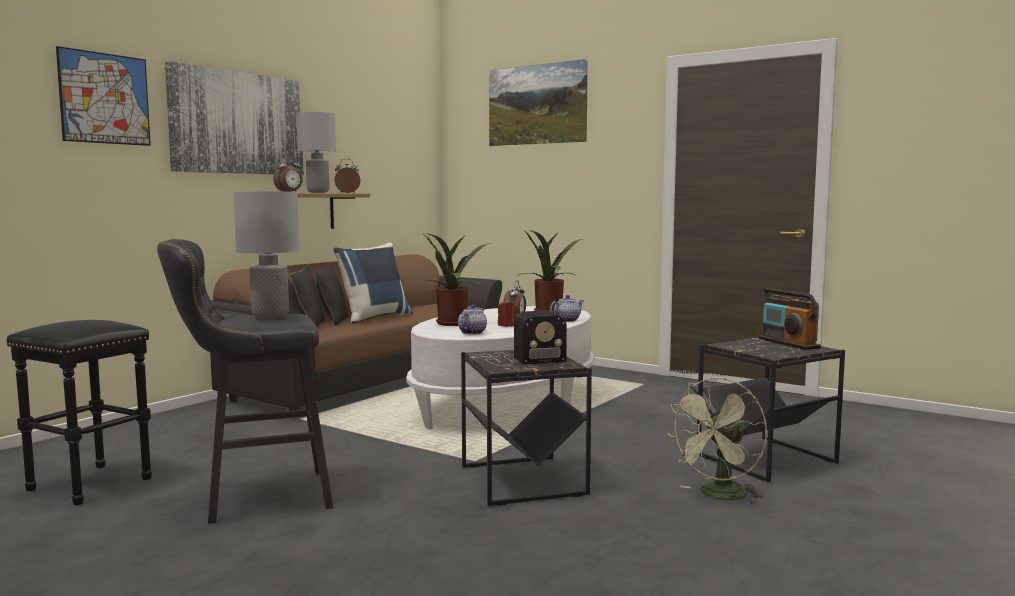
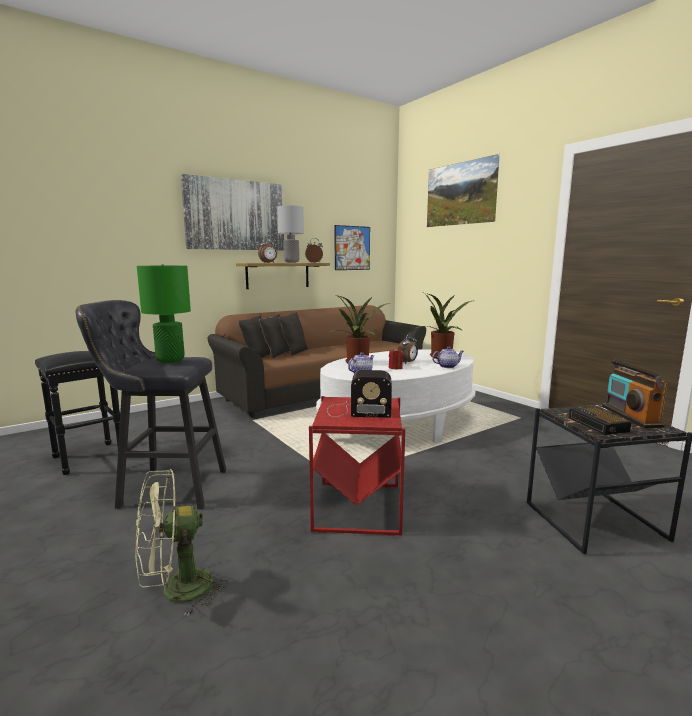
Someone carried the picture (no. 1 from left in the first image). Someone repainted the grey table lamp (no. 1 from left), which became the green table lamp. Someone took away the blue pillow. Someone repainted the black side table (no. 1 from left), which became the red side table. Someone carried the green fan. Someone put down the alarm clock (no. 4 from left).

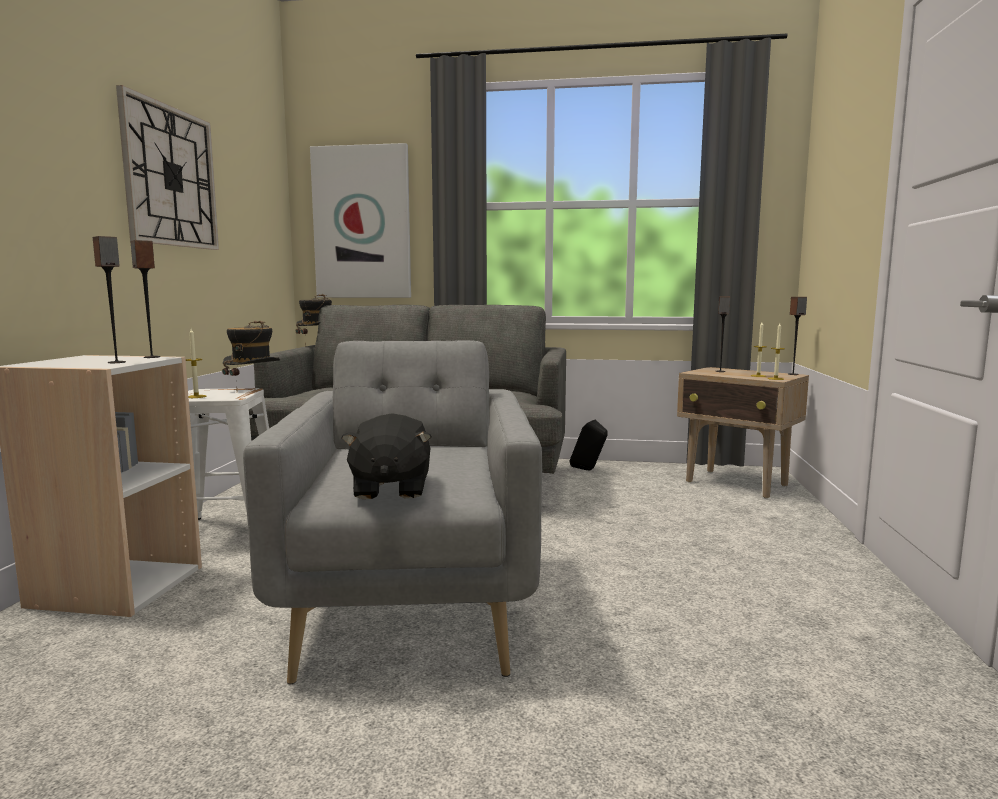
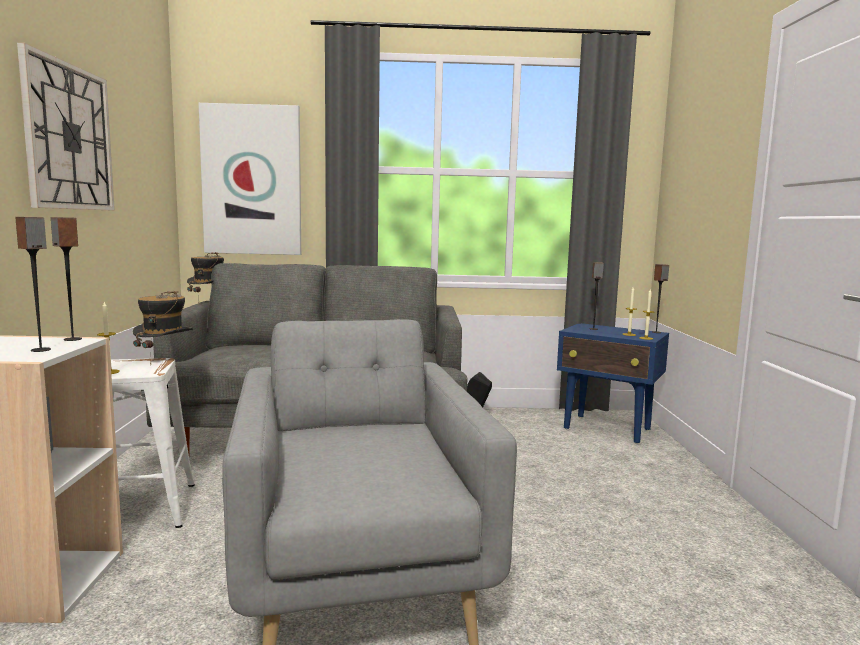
Someone took away the black plush toy. Someone repainted the beige side table, which became the blue side table.

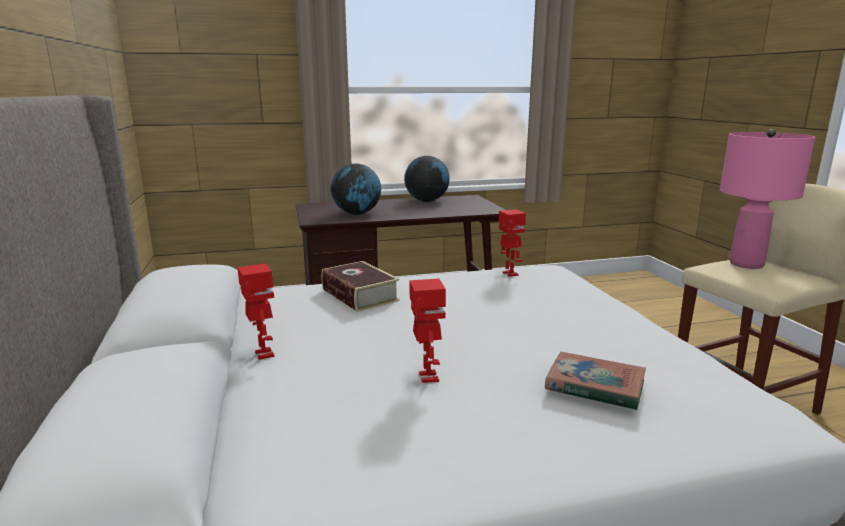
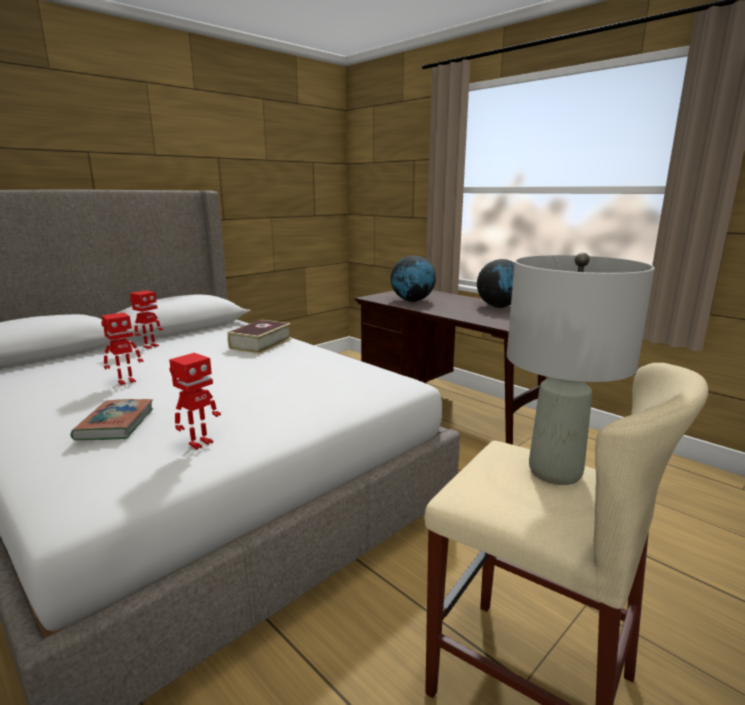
Someone carried the toy robot (no. 3 from left). Someone repainted the pink table lamp, which became the grey table lamp.

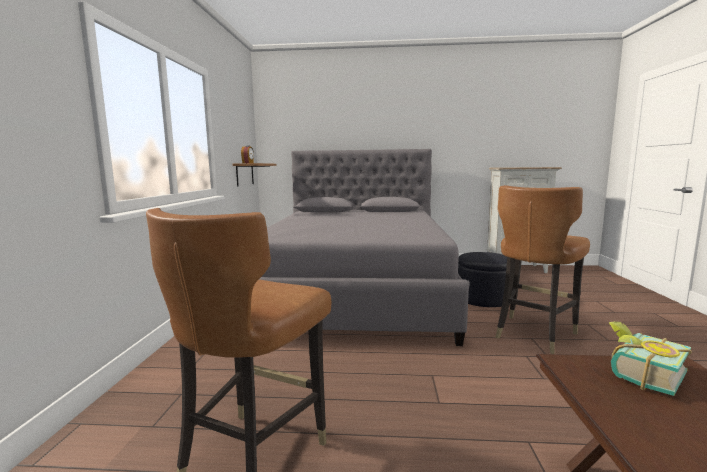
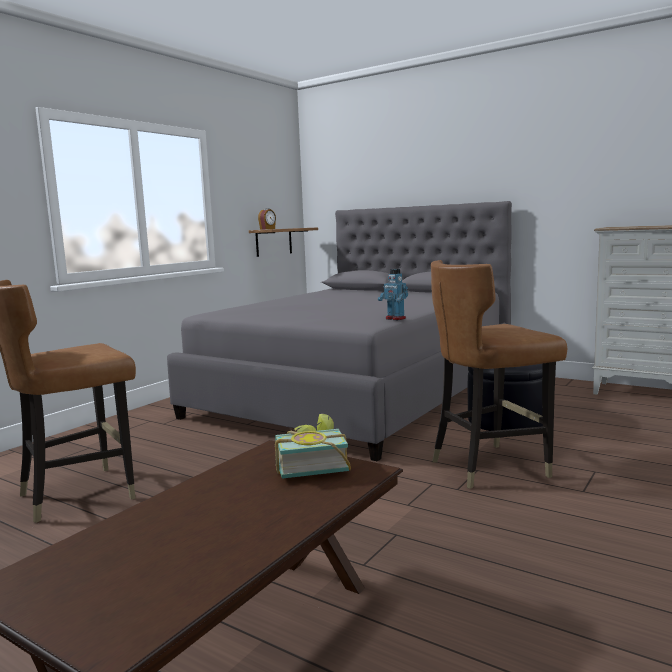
Someone put down the toy robot.

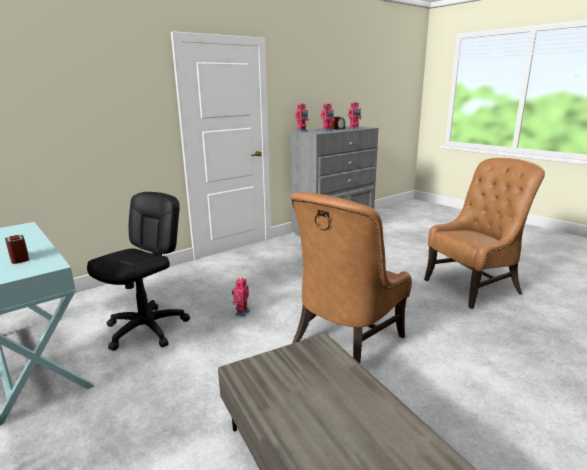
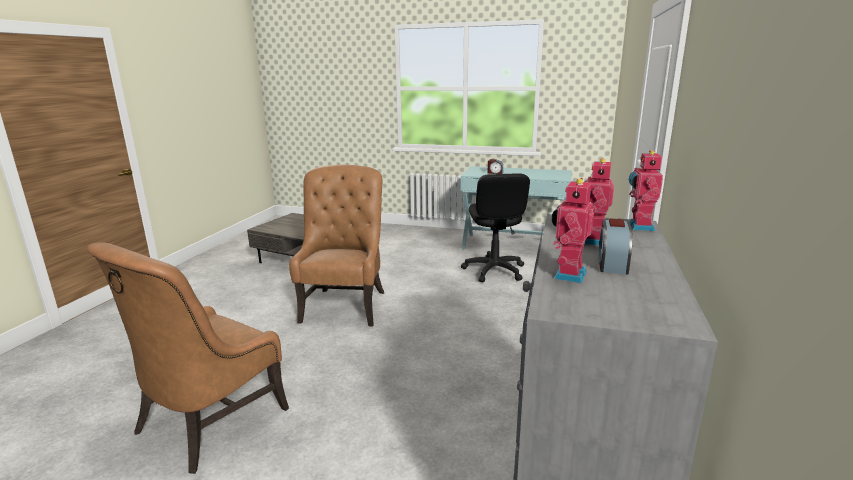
Someone took away the toy robot (no. 1 from left).

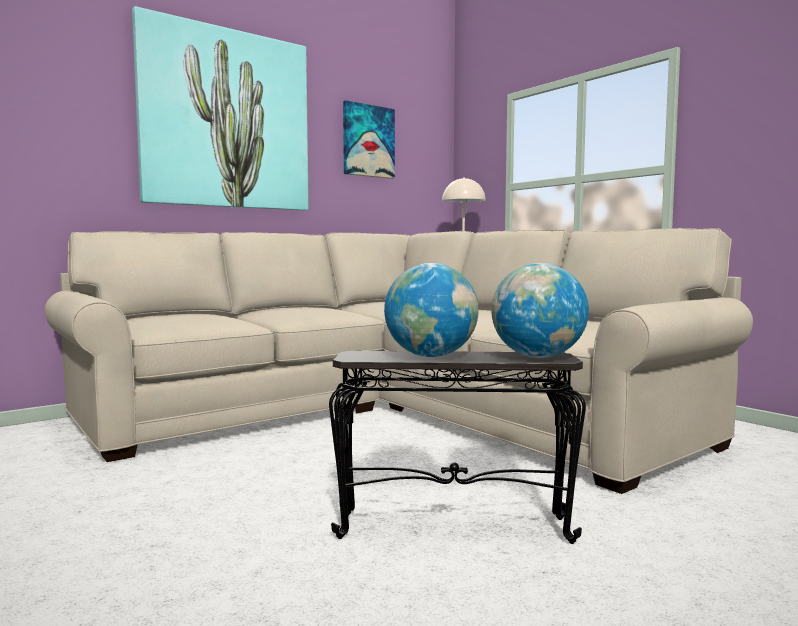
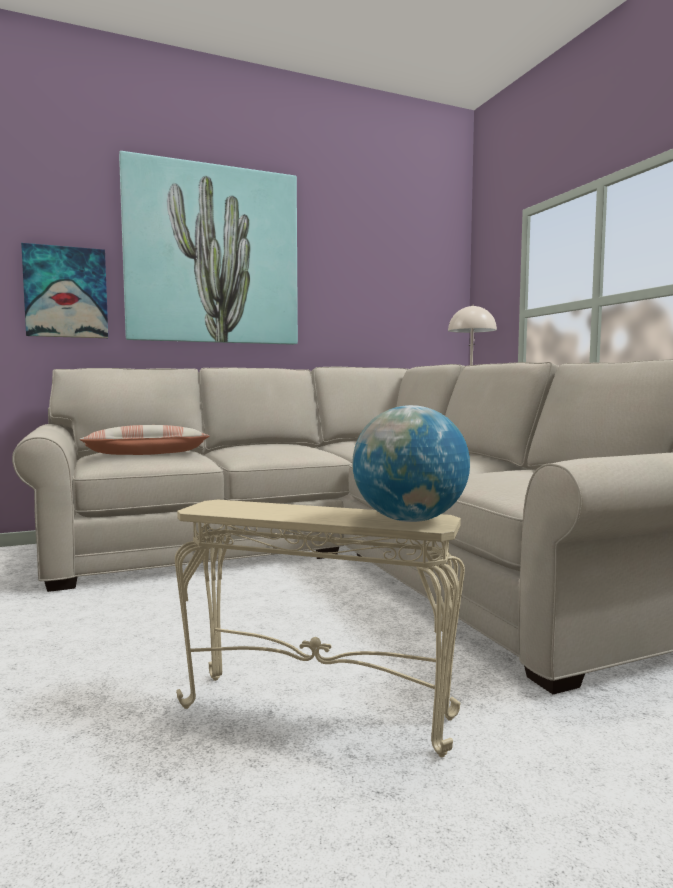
Someone repainted the black side table, which became the beige side table. Someone carried the picture (no. 2 from left in the first image). Someone took away the globe (no. 1 from left). Someone put down the pillow.

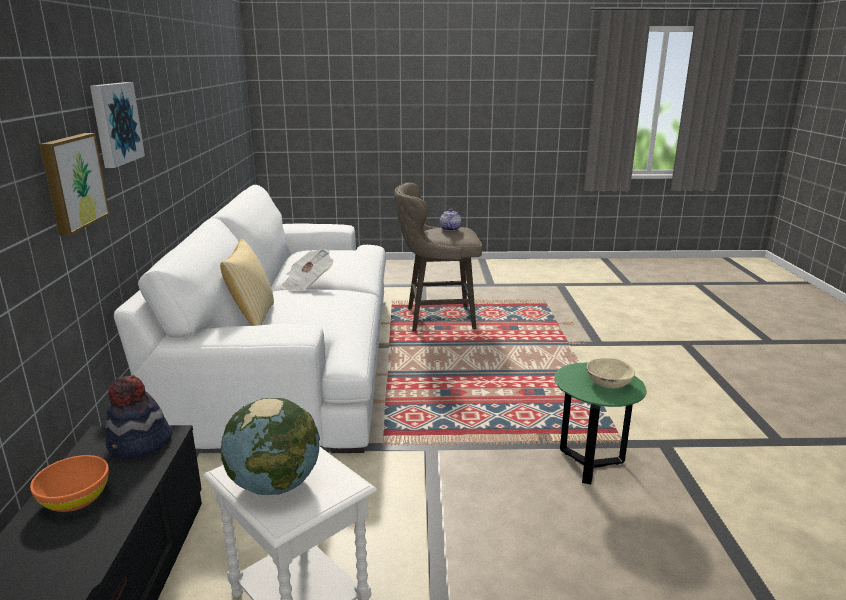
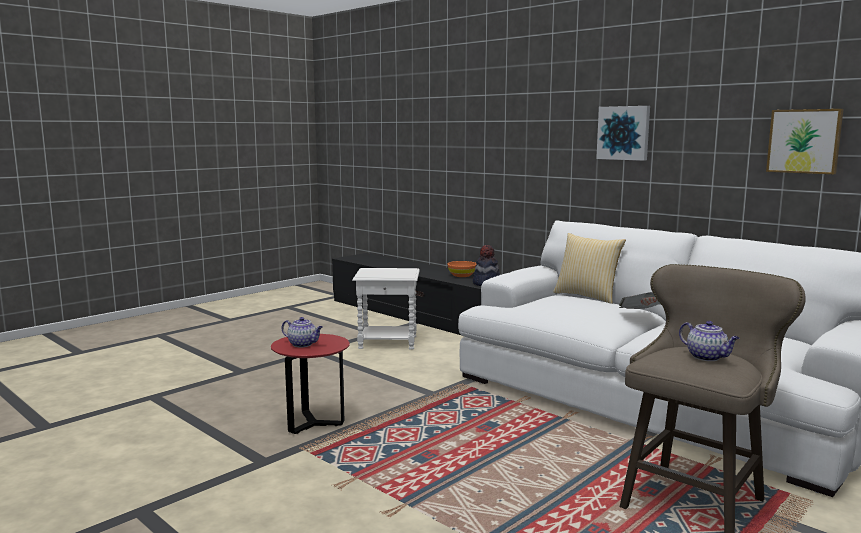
Someone carried the picture (no. 1 from left in the first image). Someone took away the globe. Someone repainted the green side table, which became the red side table. Someone swapped the beige bowl for the teapot (no. 1 from left).

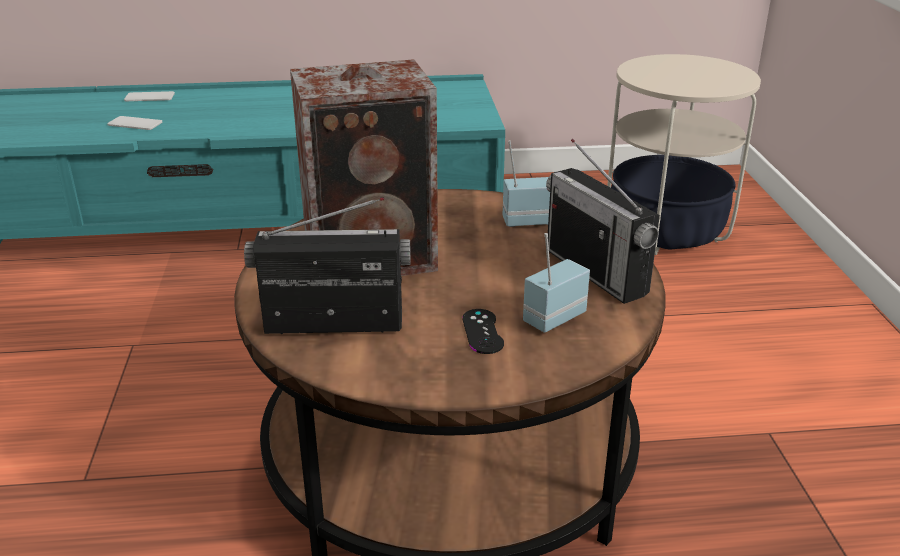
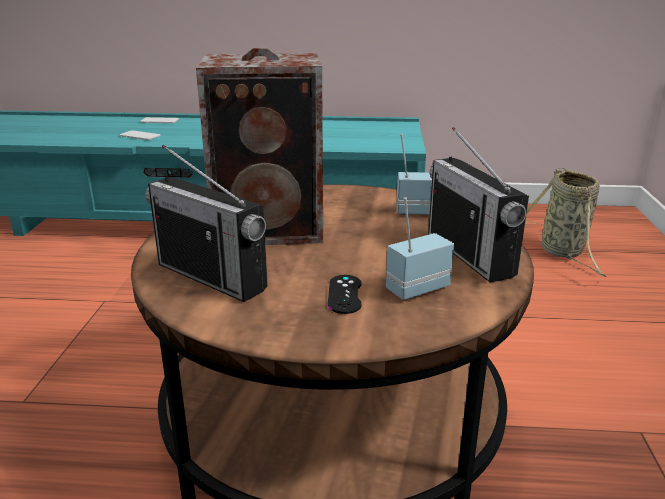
Someone rotated the radio (no. 1 from left) by 150 degrees counterclockwise. Someone swapped the beige side table for the basket.

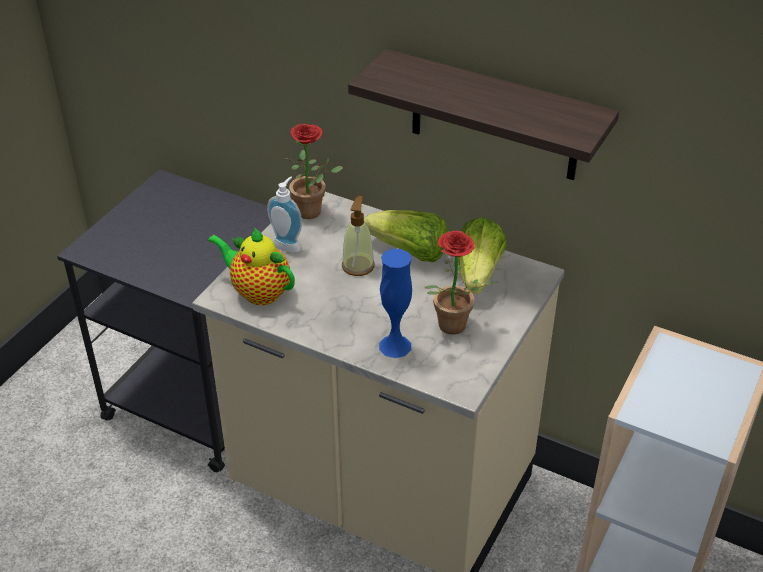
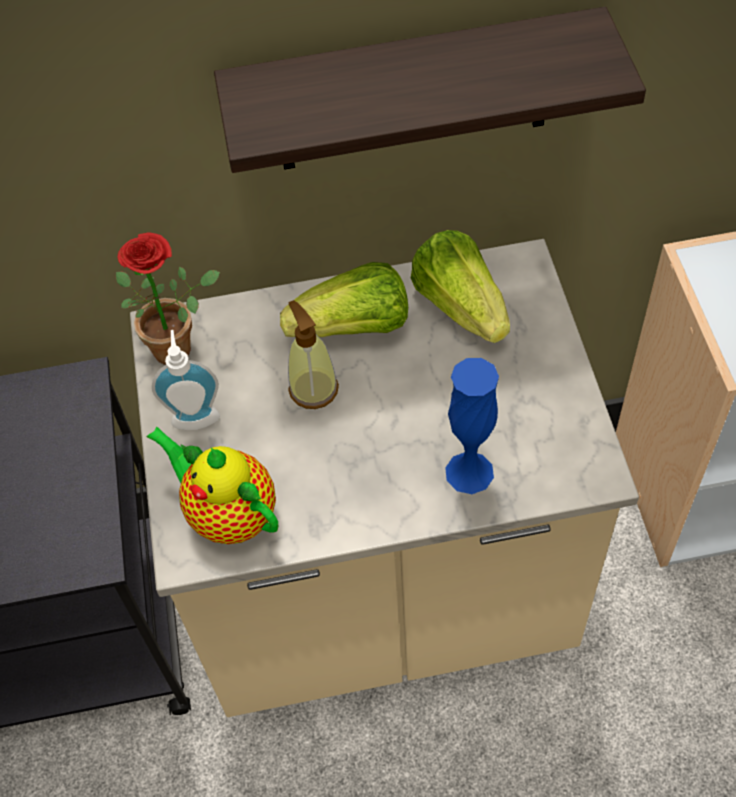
Someone rotated the teapot by 45 degrees clockwise. Someone took away the potted plant (no. 2 from left).

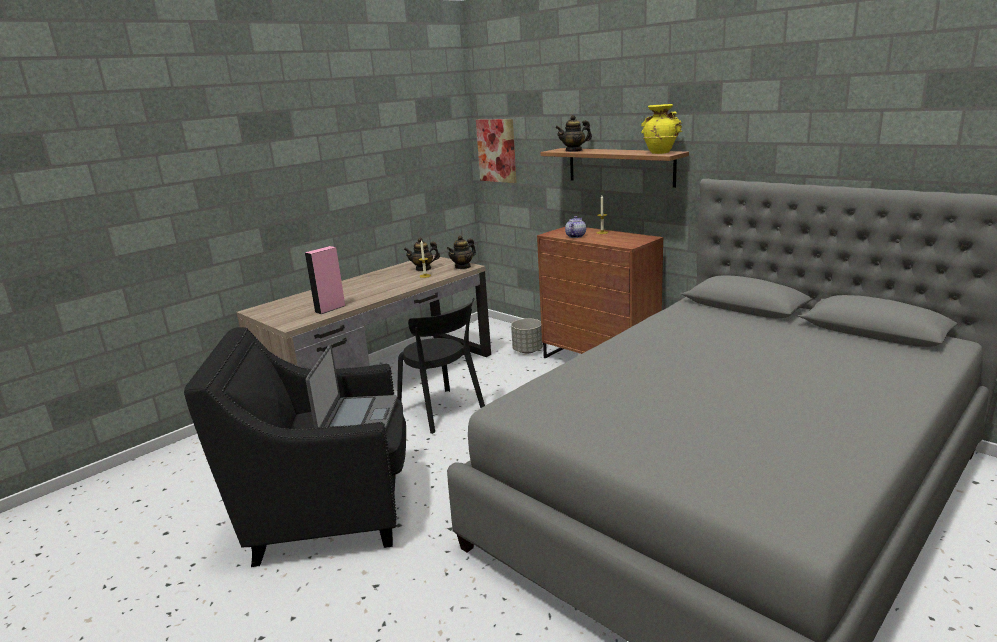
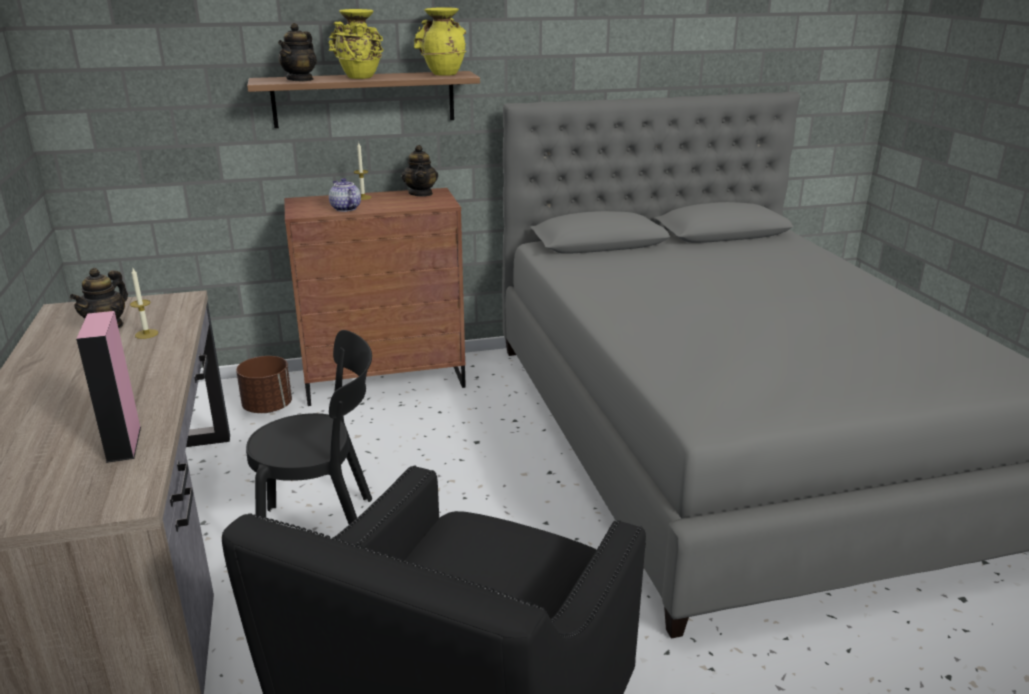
Someone took away the laptop. Someone carried the teapot (no. 2 from left in the first image). Someone took away the picture. Someone repainted the grey planter, which became the brown planter. Someone put down the yellow vase (no. 1 from left).

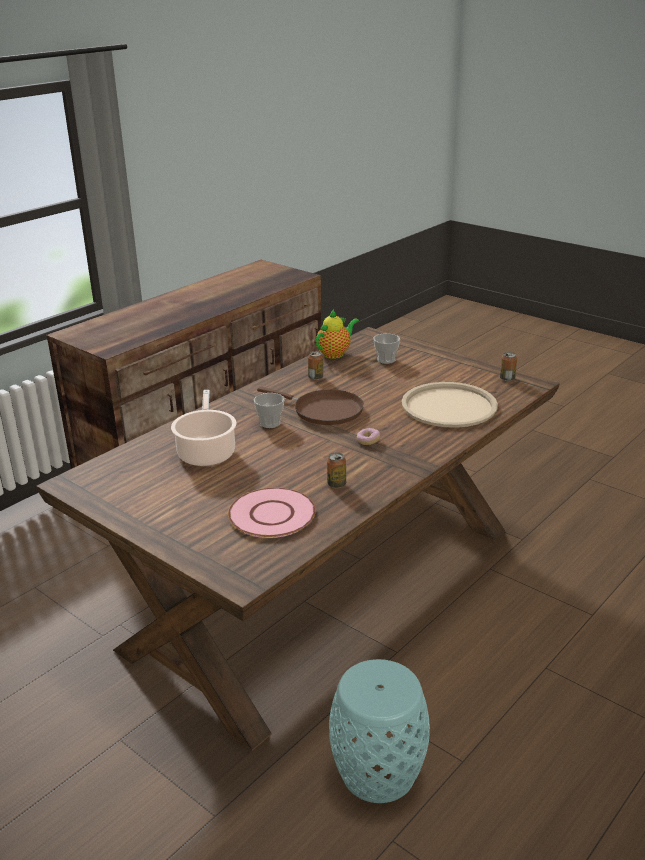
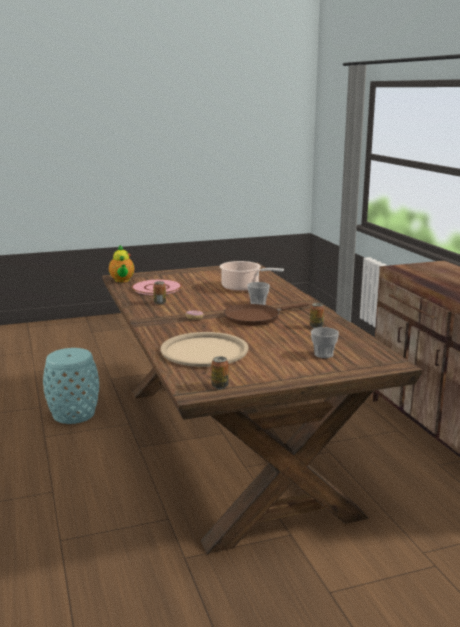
Someone carried the teapot.

